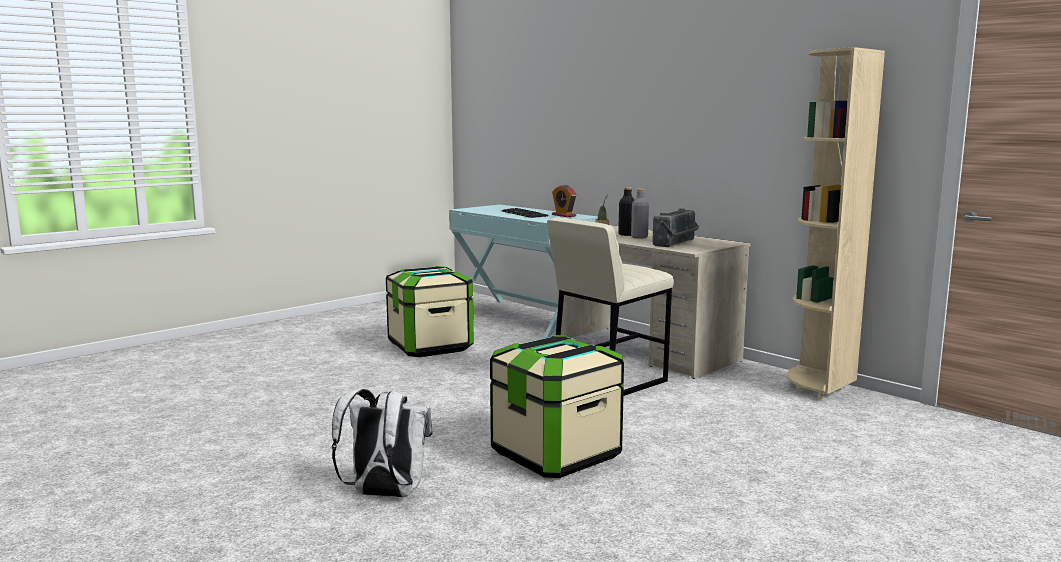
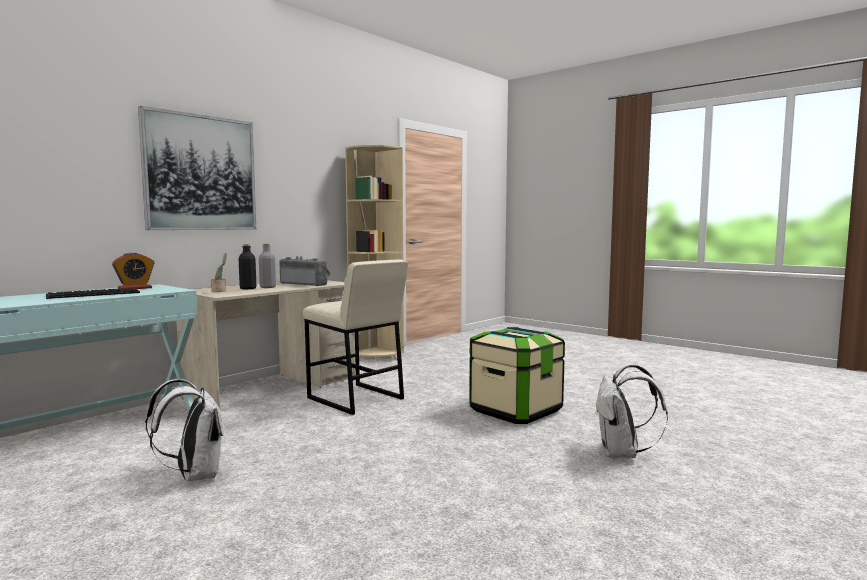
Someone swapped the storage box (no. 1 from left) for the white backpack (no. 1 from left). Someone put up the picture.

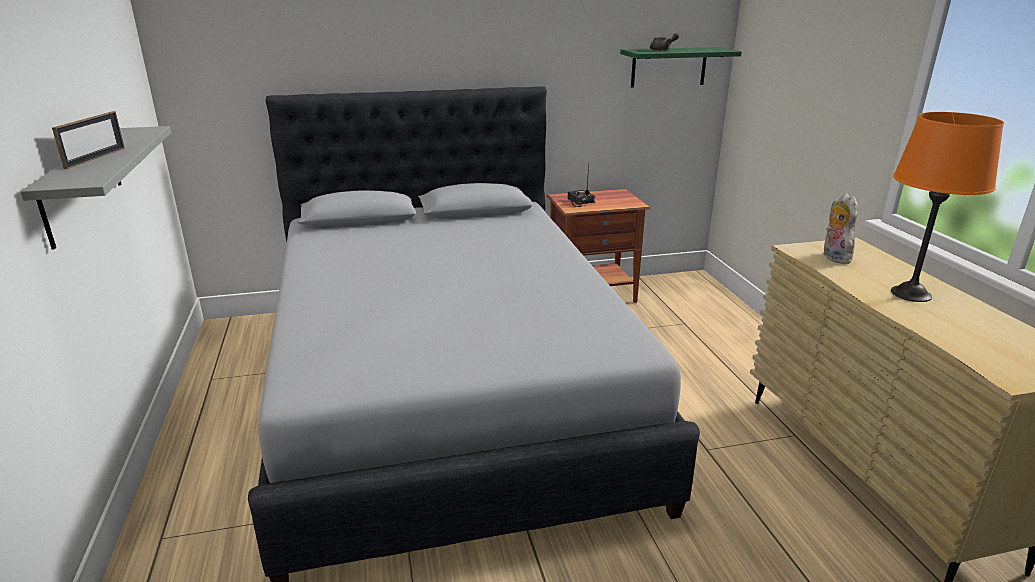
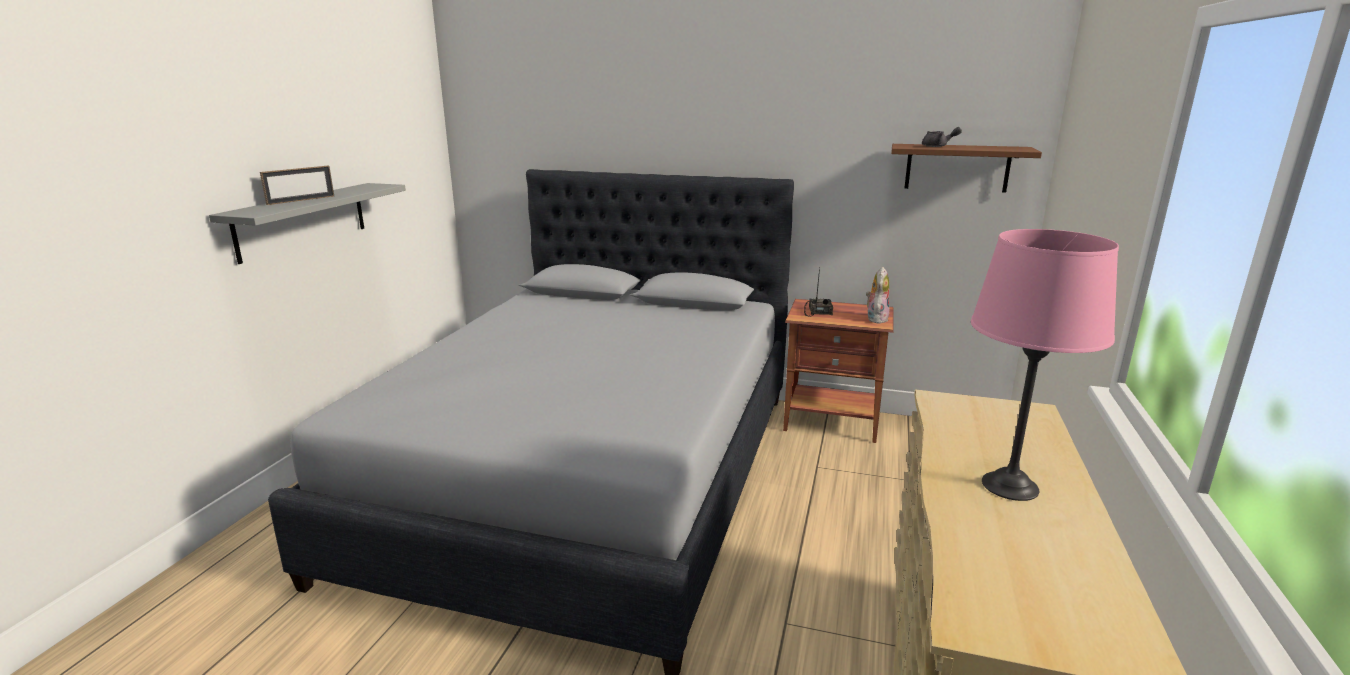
Someone repainted the green shelf, which became the brown shelf. Someone carried the plush toy. Someone repainted the orange table lamp, which became the pink table lamp.

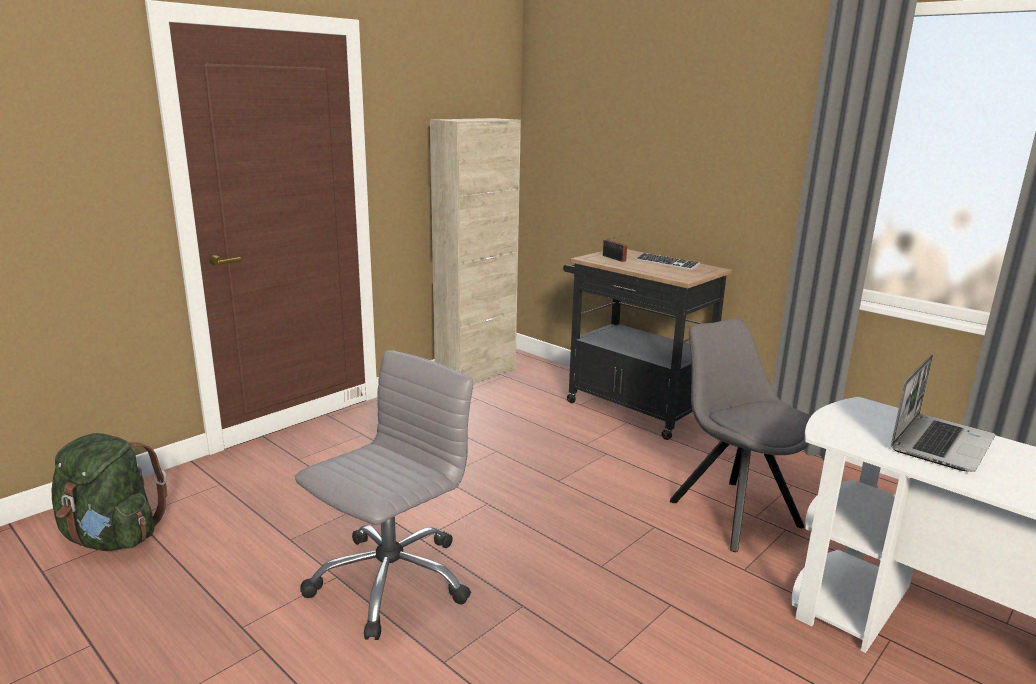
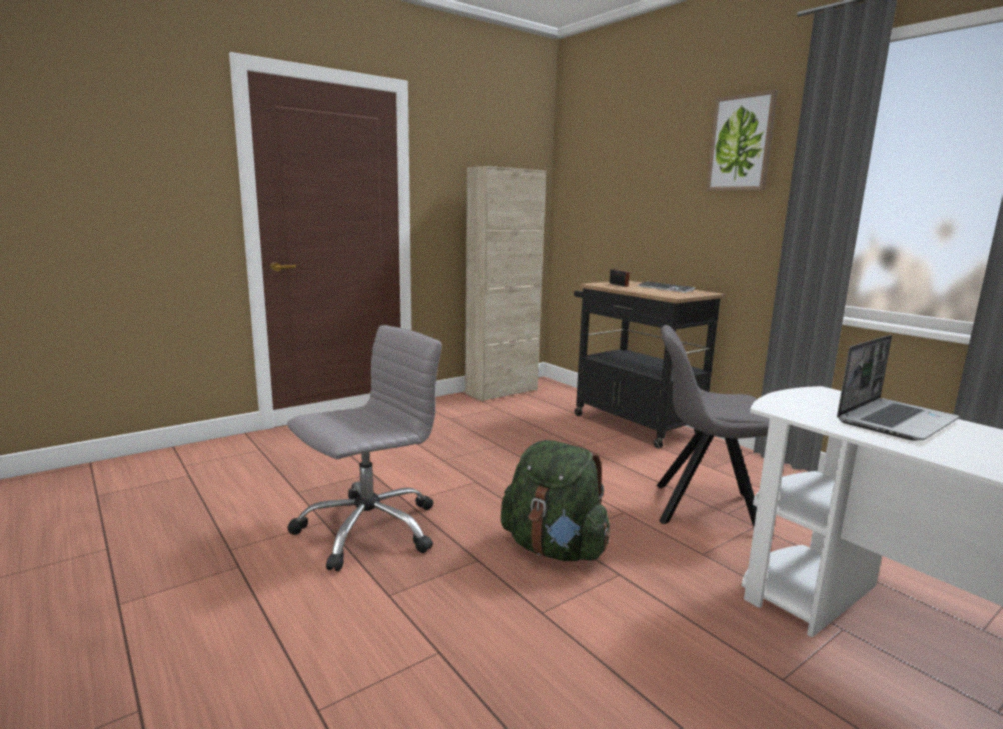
Someone carried the green backpack. Someone rotated the grey chair by 60 degrees counterclockwise. Someone put up the picture.

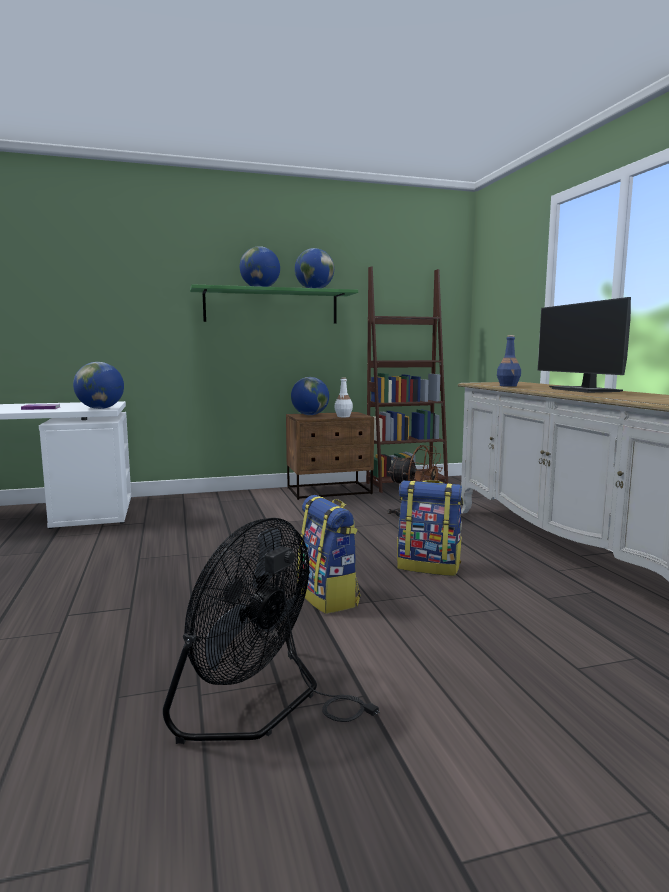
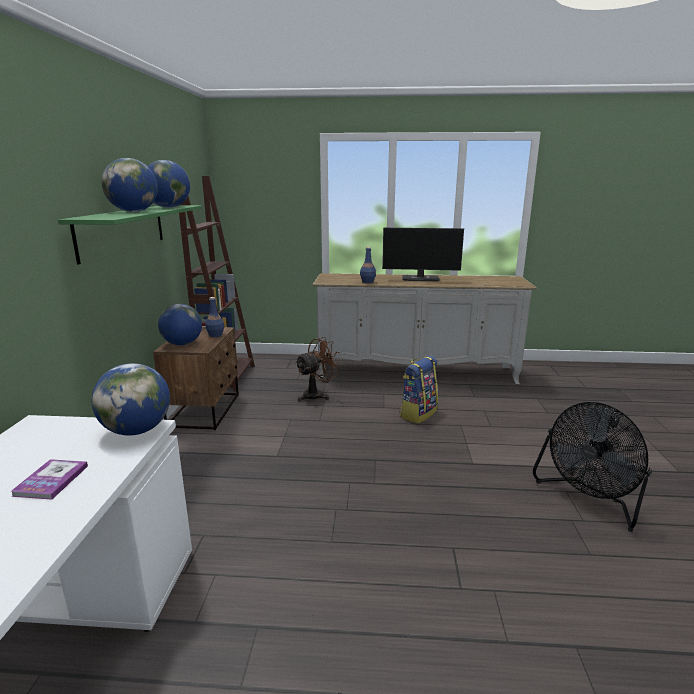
Someone took away the backpack (no. 1 from left). Someone repainted the white bottle, which became the blue bottle (no. 1 from left).

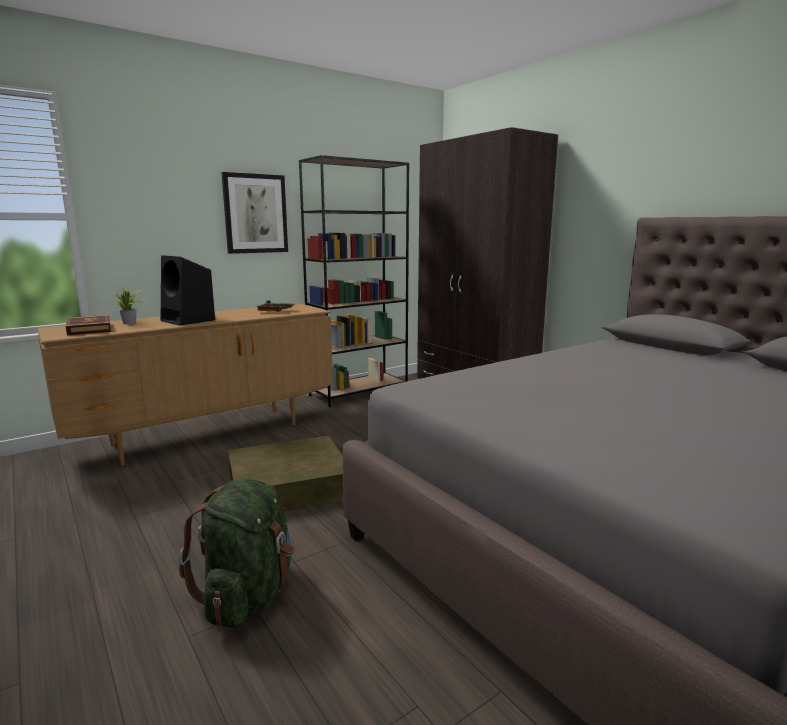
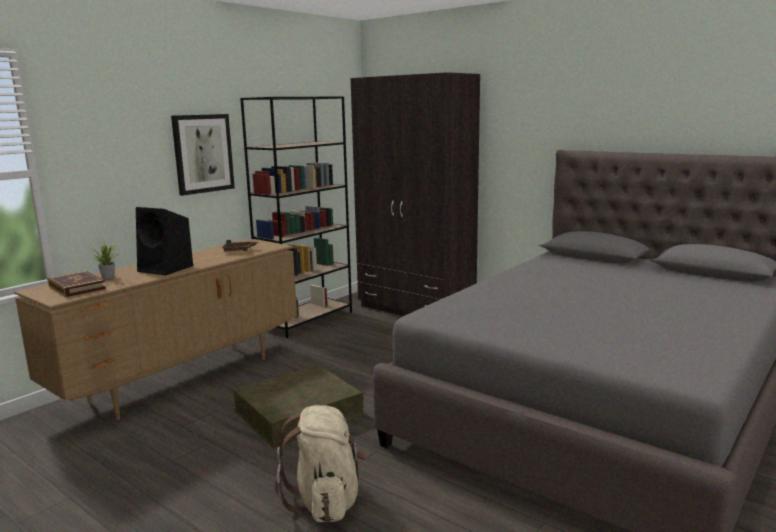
Someone repainted the green backpack, which became the beige backpack.

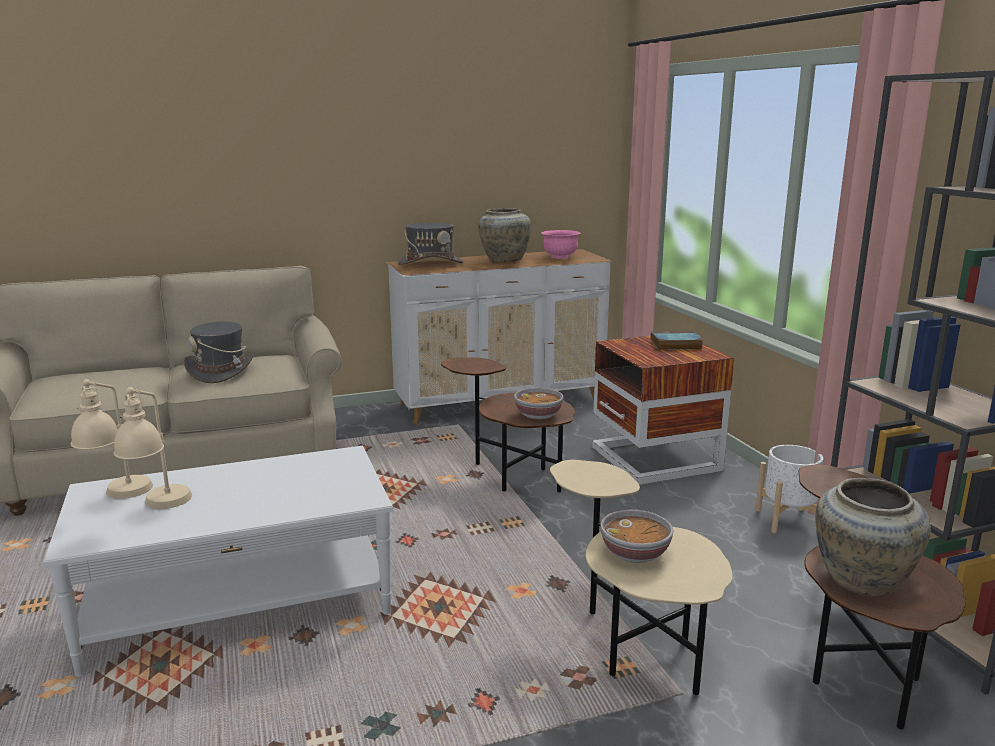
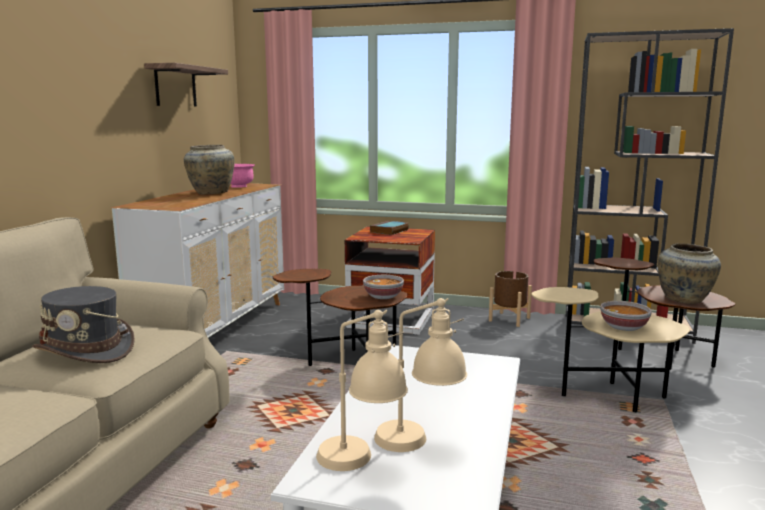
Someone took away the grey hat (no. 2 from left). Someone repainted the white planter, which became the brown planter. Someone put up the shelf.

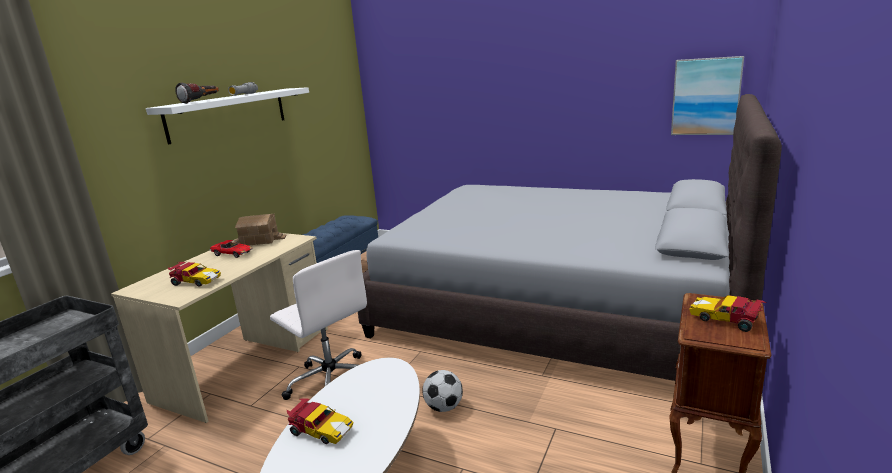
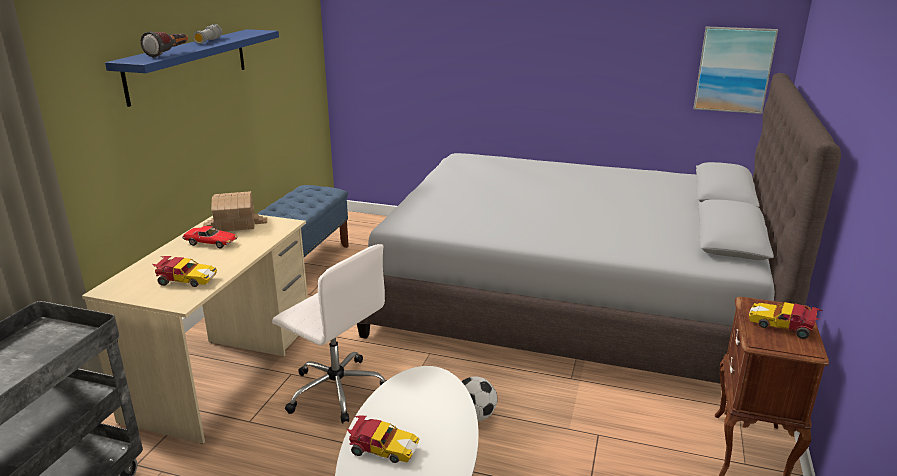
Someone repainted the white shelf, which became the blue shelf.

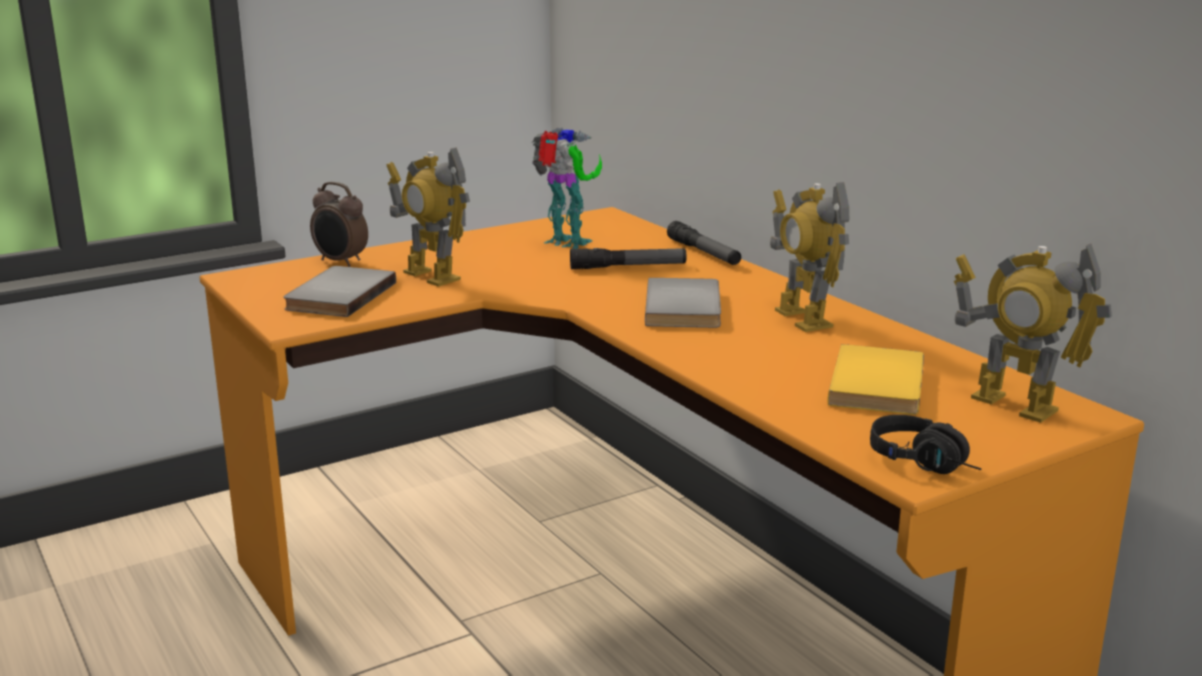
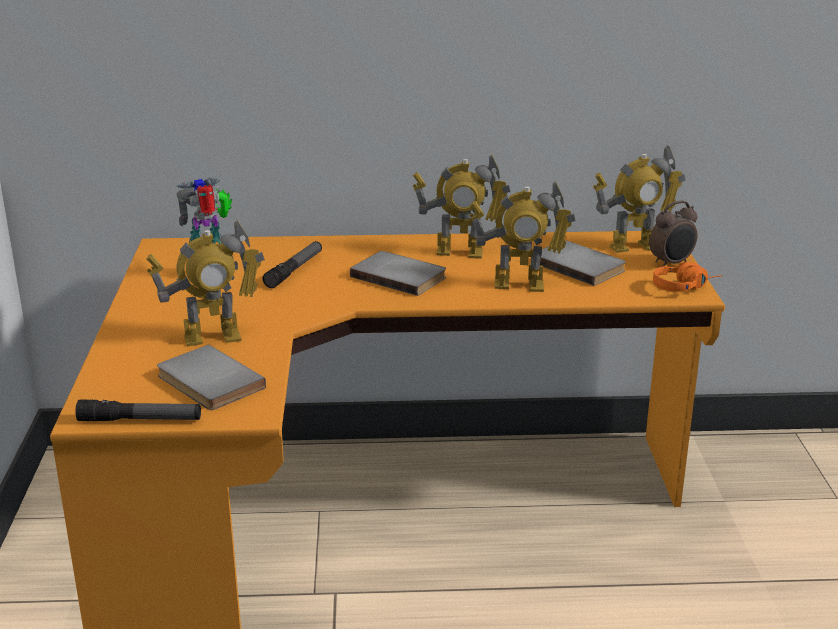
Someone carried the alarm clock. Someone carried the flashlight (no. 2 from left in the first image). Someone repainted the yellow book, which became the grey book (no. 3 from left). Someone repainted the black headphones, which became the orange headphones. Someone put down the toy robot (no. 4 from left).

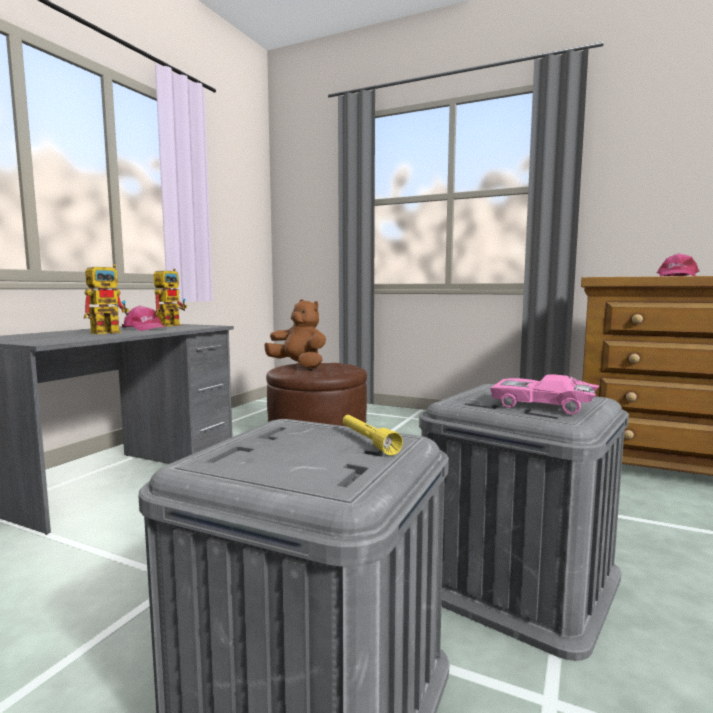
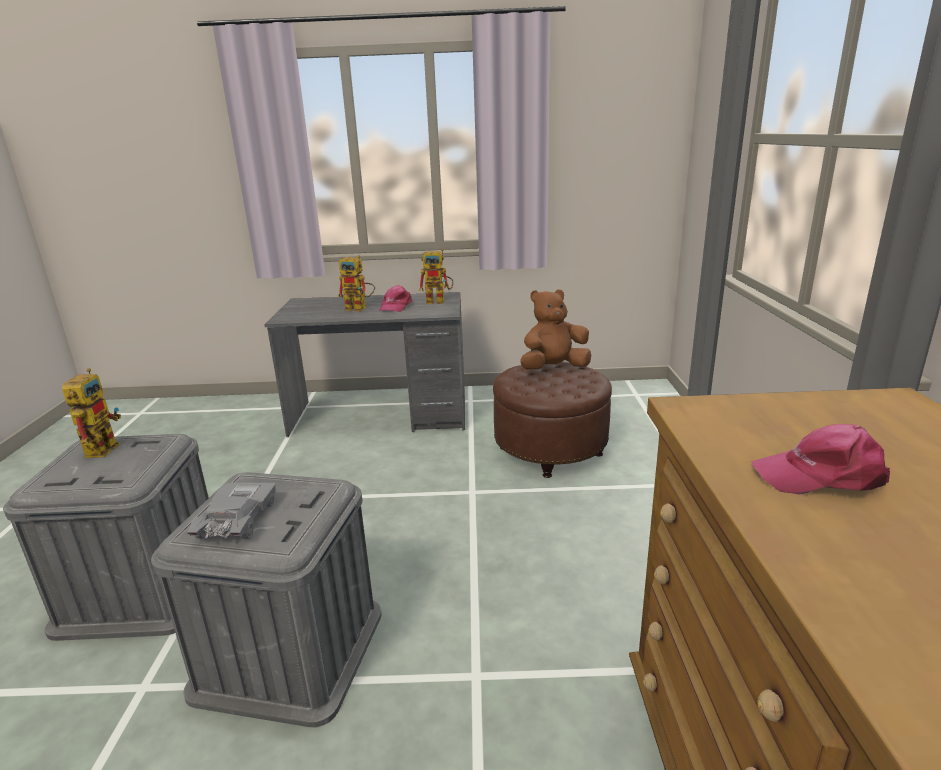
Someone rotated the brown plush toy by 120 degrees counterclockwise. Someone took away the yellow flashlight. Someone repainted the pink toy car, which became the grey toy car. Someone put down the toy robot (no. 1 from left).

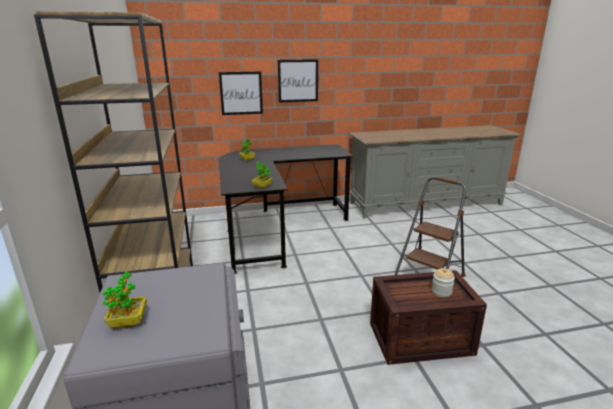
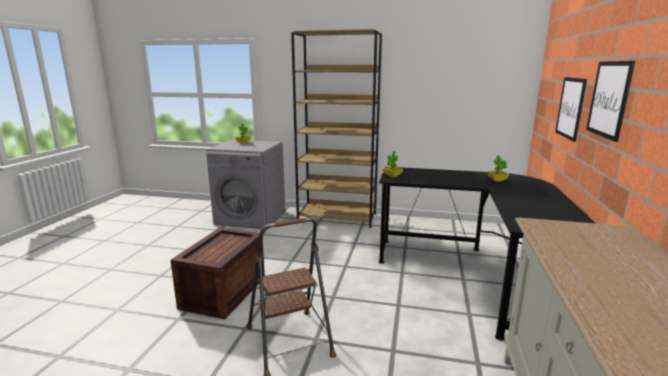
Someone took away the jar.

